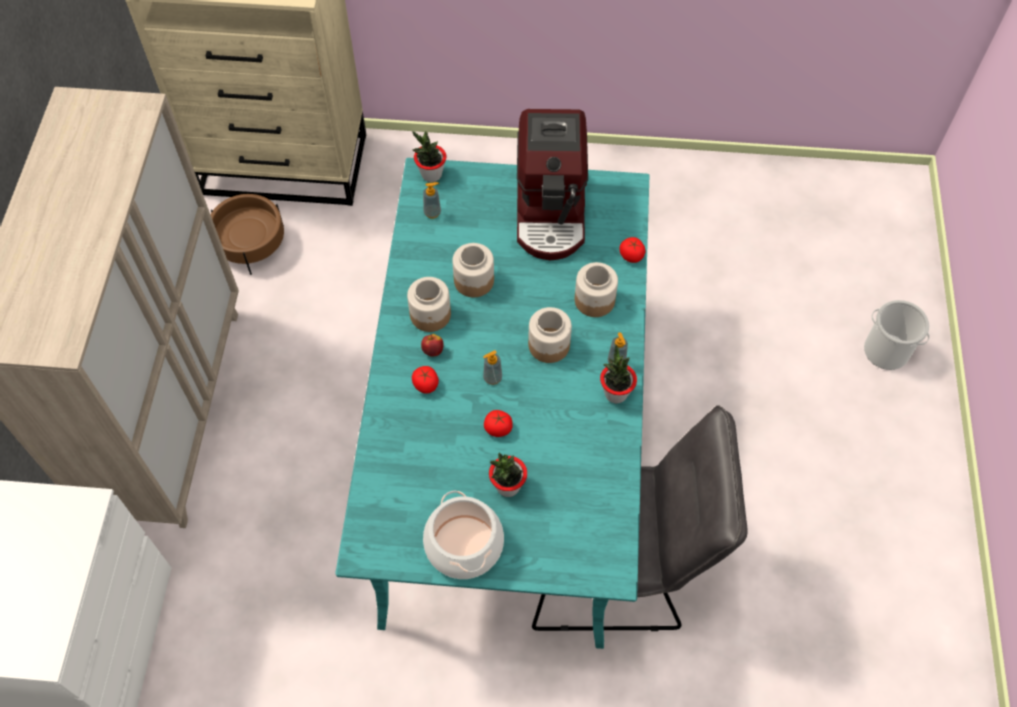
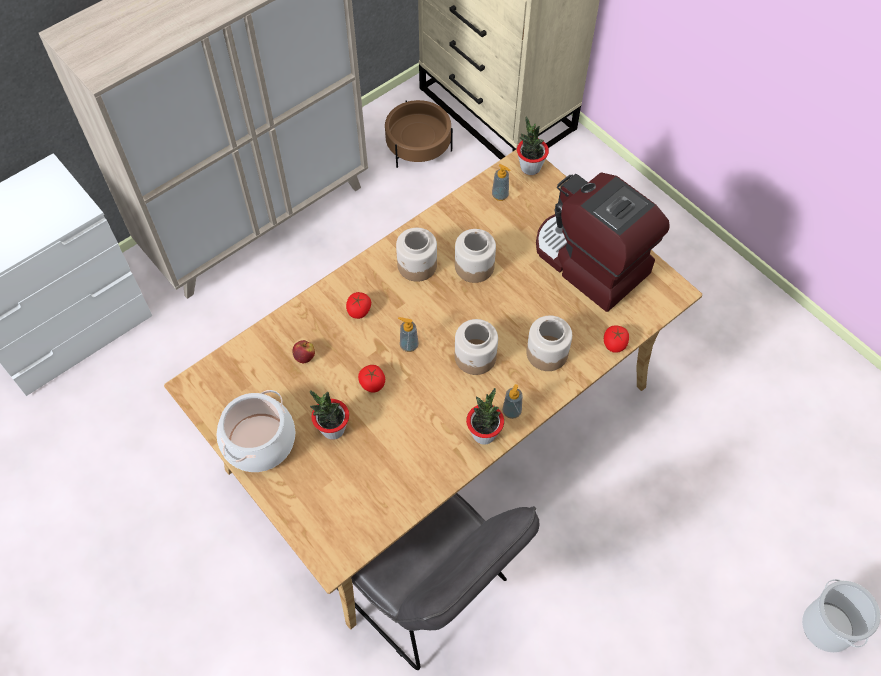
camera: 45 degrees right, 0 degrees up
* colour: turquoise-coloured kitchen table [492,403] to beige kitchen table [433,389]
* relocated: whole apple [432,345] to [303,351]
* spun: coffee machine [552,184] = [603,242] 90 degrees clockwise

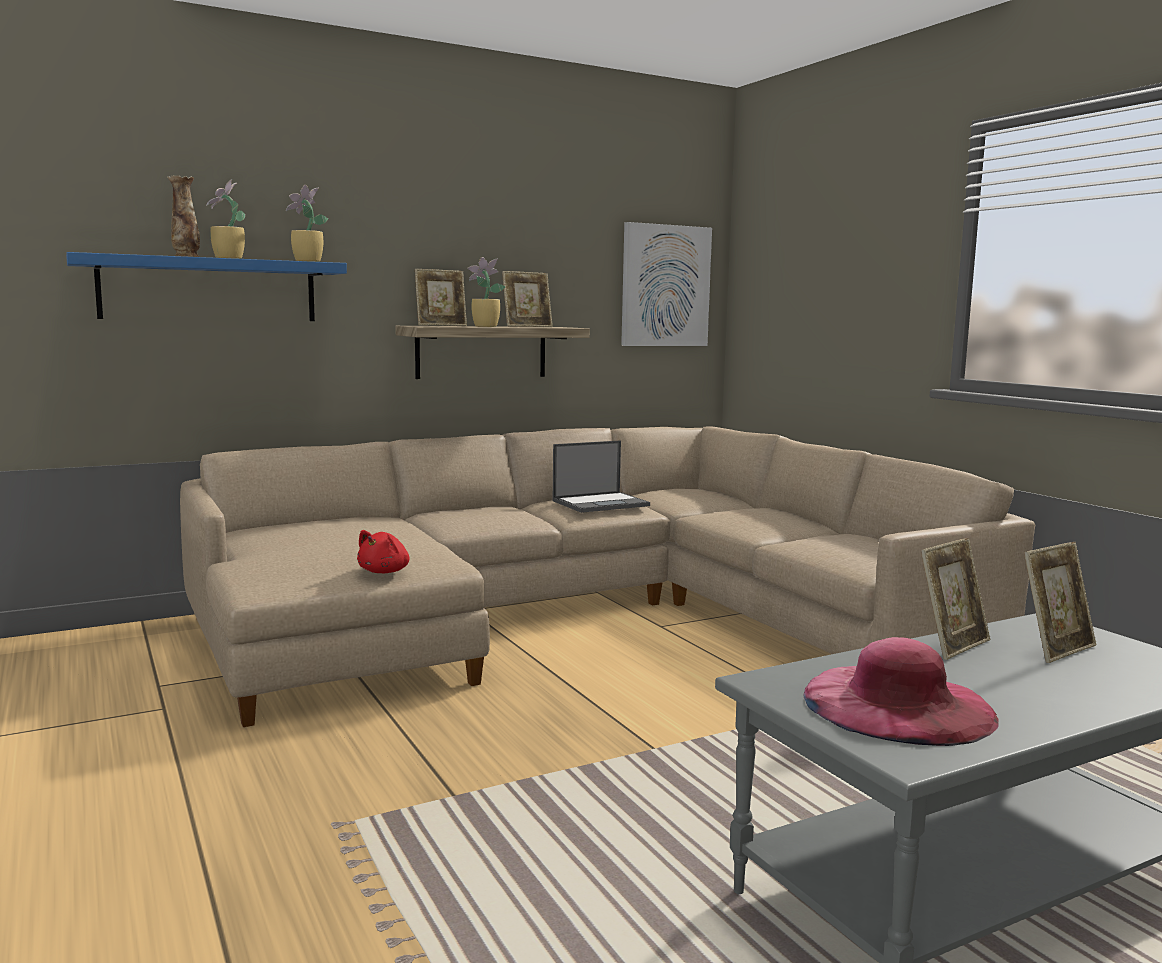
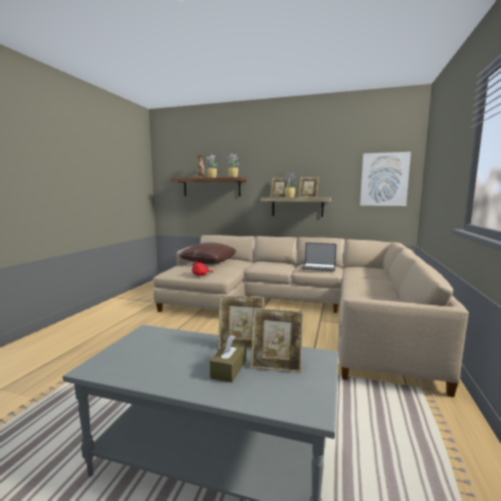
camera: 45 degrees right, 0 degrees up
* colour: blue-coloured shelf [206,286] to brownish shelf [209,186]
* missing: pinkish hat [901,691]
* appeared: brownish throw pillow [208,253]
* appeared: brownish tissue box [228,359]

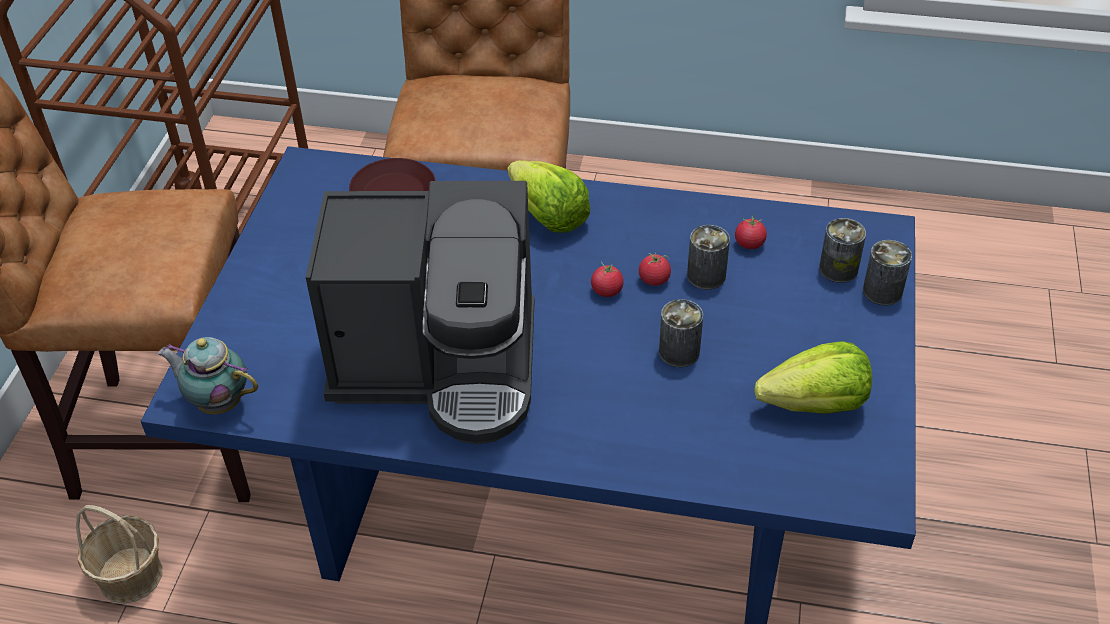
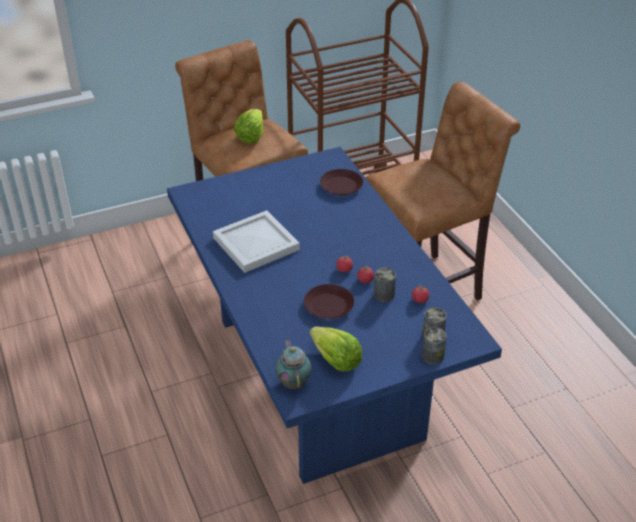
camera: 55 degrees right, 5 degrees down
* missing: basket [119,554]
* relocated: tea pot [208,376] to [293,364]
* exchanged: coffee machine [420,312] to white-coloured serving tray [256,241]
* relocated: lettuce [549,196] to [249,126]
* exchanged: metal can [681,333] to brownish plate [329,301]

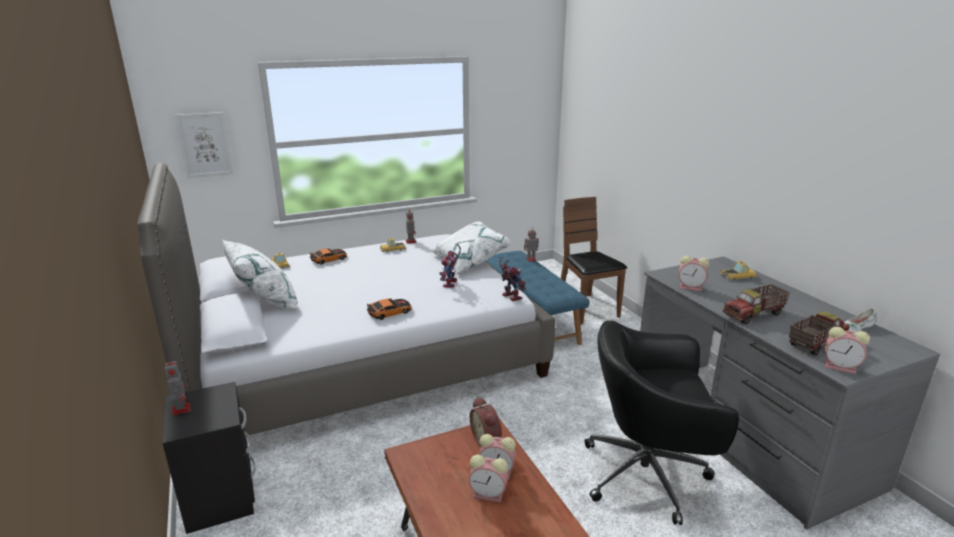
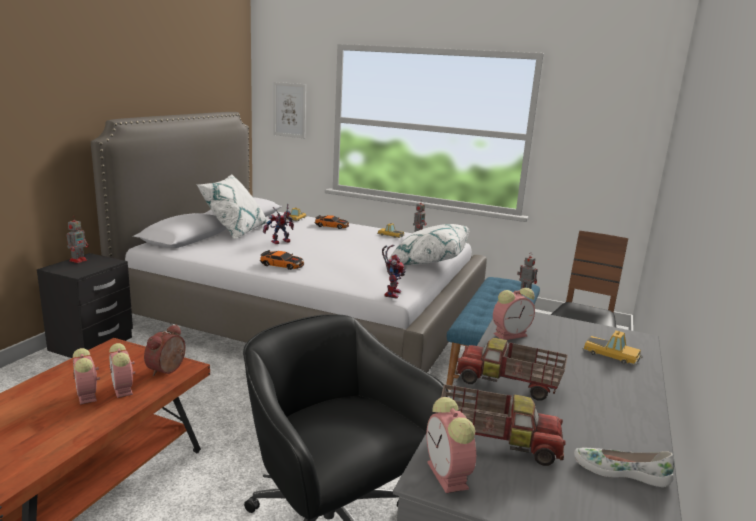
camera: 45 degrees right, 5 degrees down
* relocated: model robot [450,266] to [278,224]
* spun: alarm clock [694,273] = [514,314] 90 degrees counterclockwise

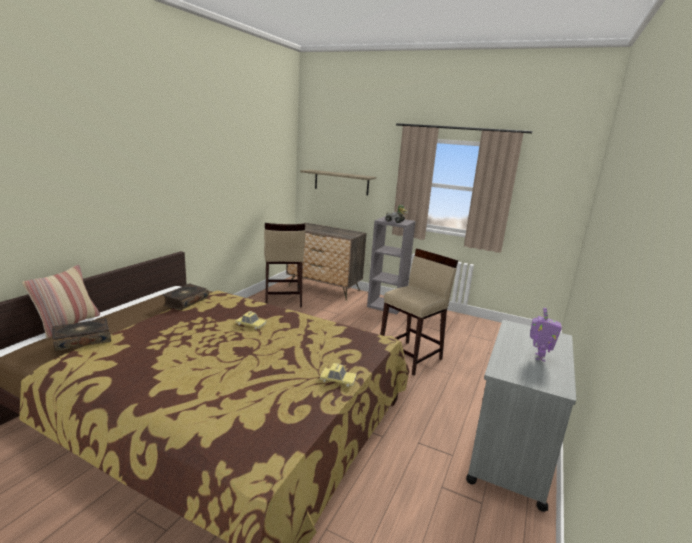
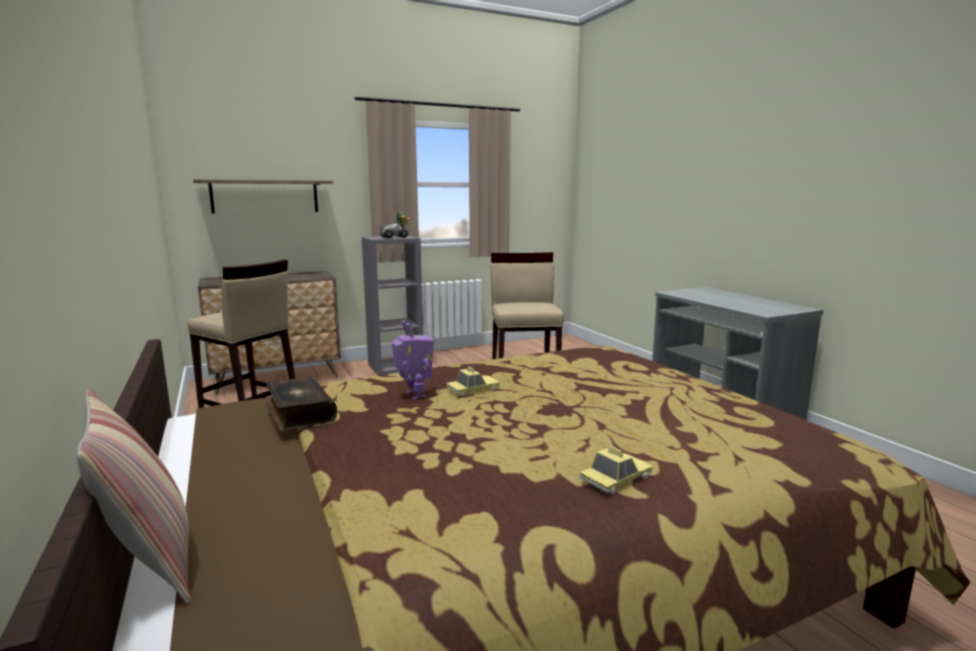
camera: 50 degrees left, 5 degrees down
* missing: book [81,334]
* relocated: model car [338,375] to [616,470]
* relocated: model robot [546,335] to [413,359]

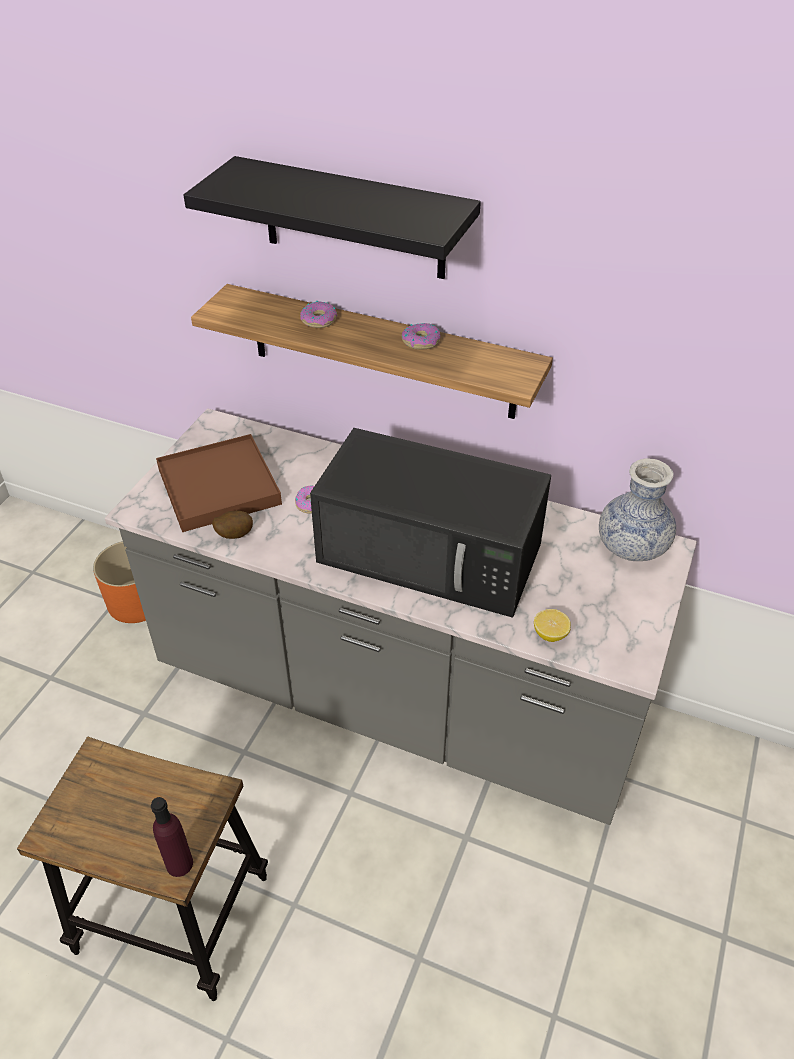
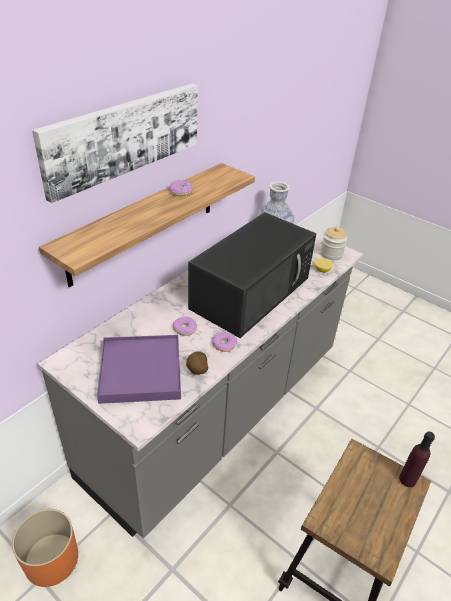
camera: 75 degrees left, 5 degrees down
* colour: brownish serving tray [219,483] to purple serving tray [139,369]
* exchanged: black shelf [332,217] to wall art [115,143]
* relocated: ring doughnut [318,314] to [224,342]
* appeared: preserve jar [333,243]

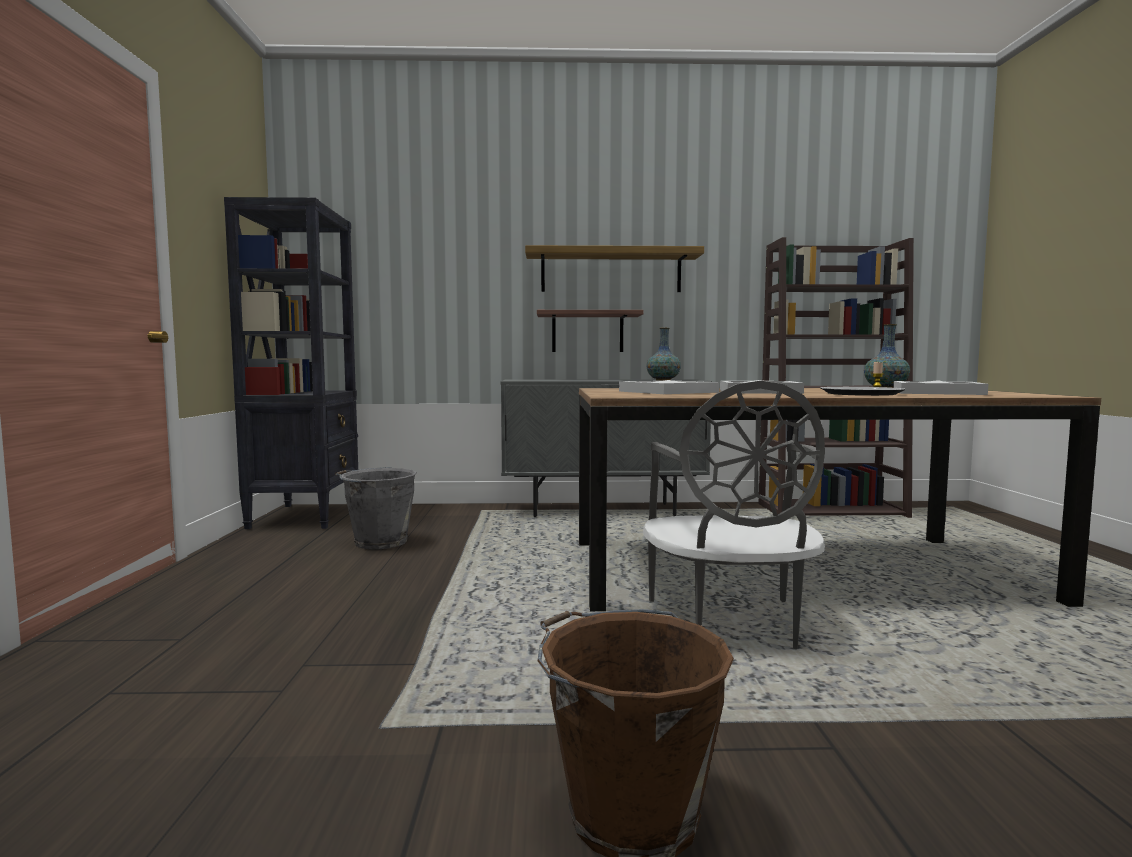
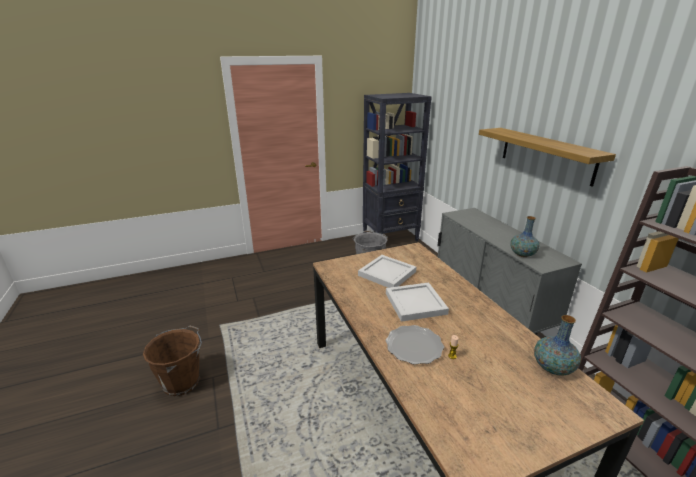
camera: 70 degrees right, 20 degrees up
* missing: shelf [590,331]
* missing: greyish chair [734,515]
* missing: white-coloured serving tray [940,387]

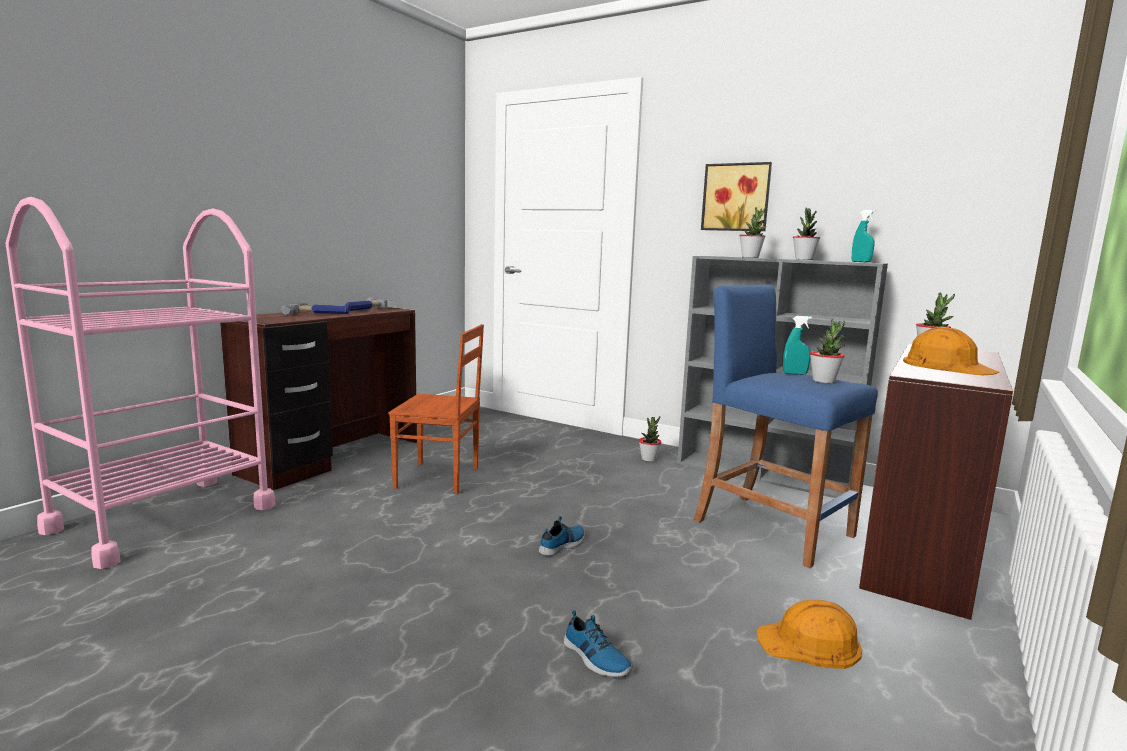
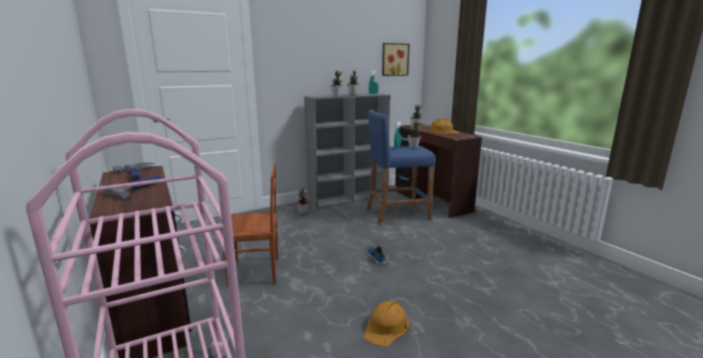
camera: 60 degrees left, 5 degrees up
* spun: brownish chair [436,409] = [250,225] 45 degrees clockwise
* missing: item of footwear [598,643]
* relocated: wall art [736,196] to [396,59]
* relocated: orange hard hat [809,634] to [386,324]

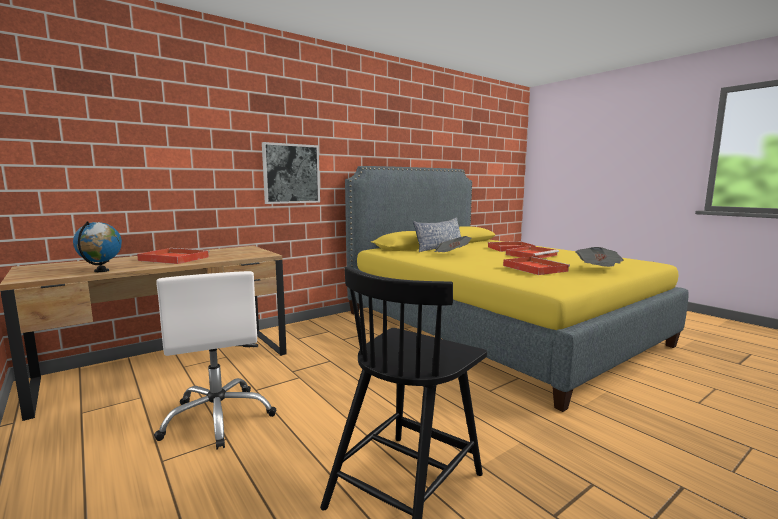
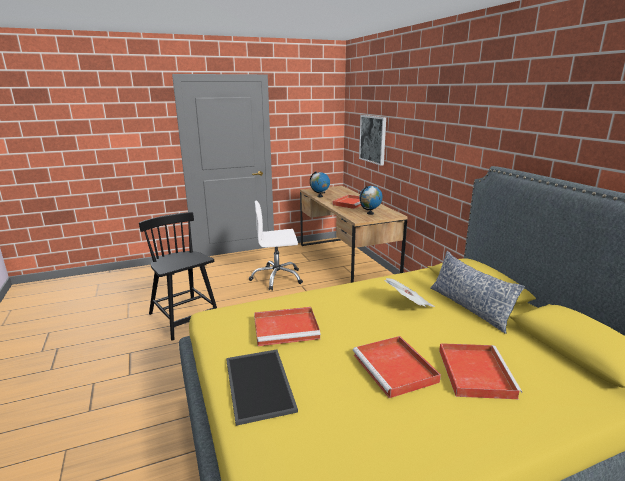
camera: 105 degrees right, 10 degrees up
* relocated: wall art [291,173] to [372,140]
* exchanged: printed paper [599,257] to serving tray [262,387]
* appeared: globe [371,200]

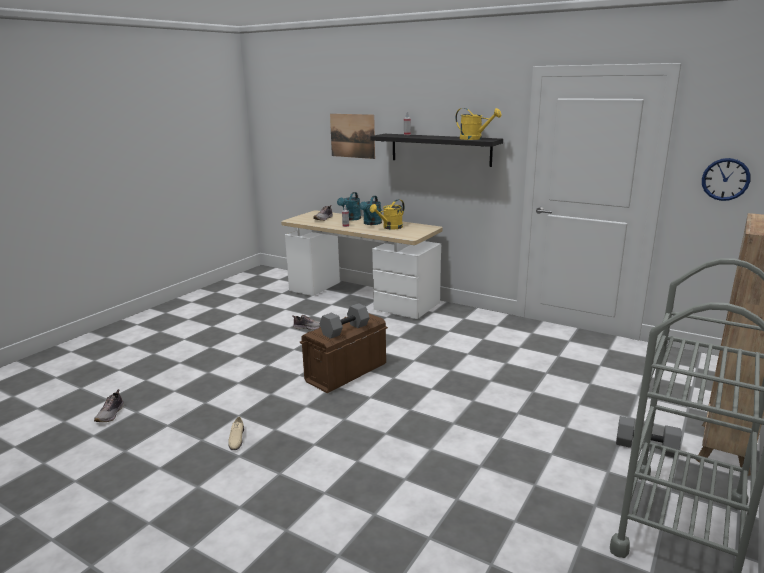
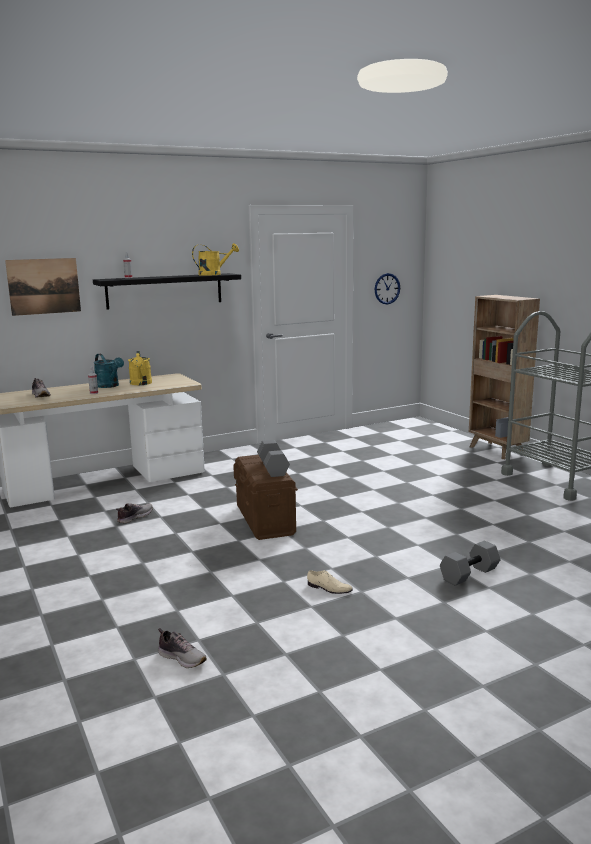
camera: 60 degrees left, 5 degrees down
* missing: turquoise-coloured watering pot [349,206]
* relocated: greyish free weight [648,436] to [470,563]

